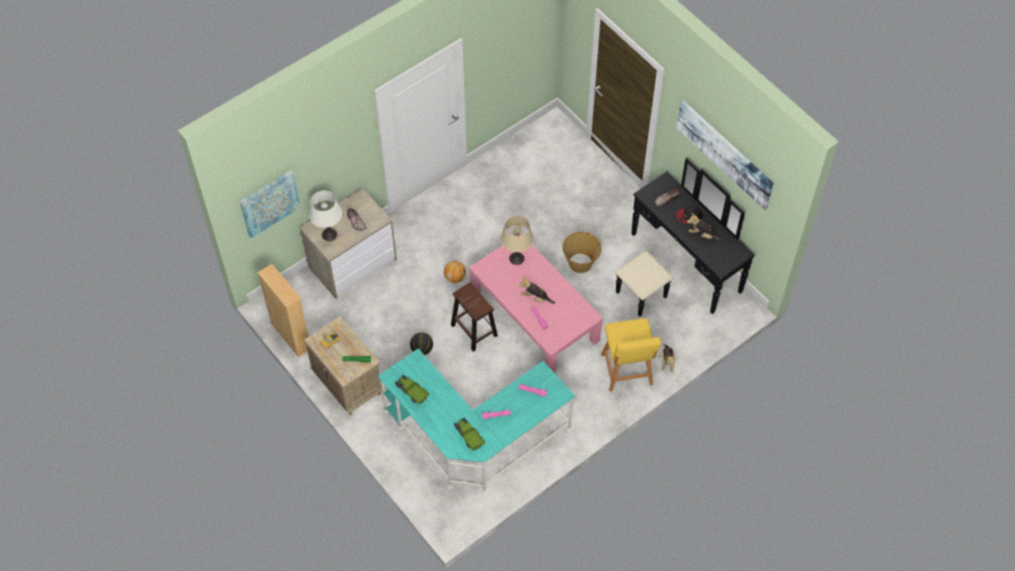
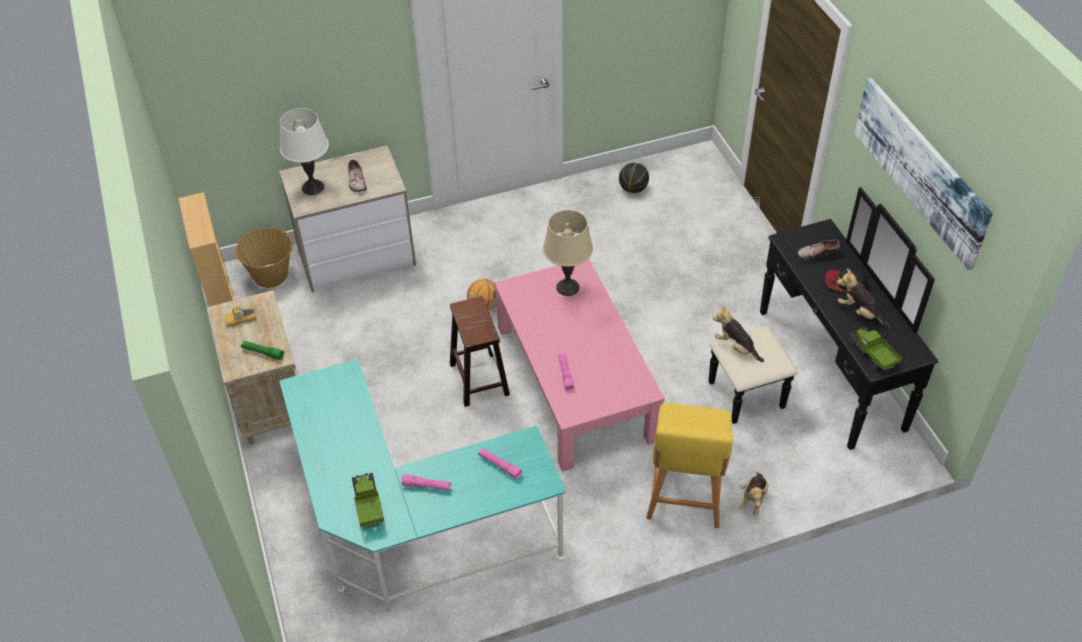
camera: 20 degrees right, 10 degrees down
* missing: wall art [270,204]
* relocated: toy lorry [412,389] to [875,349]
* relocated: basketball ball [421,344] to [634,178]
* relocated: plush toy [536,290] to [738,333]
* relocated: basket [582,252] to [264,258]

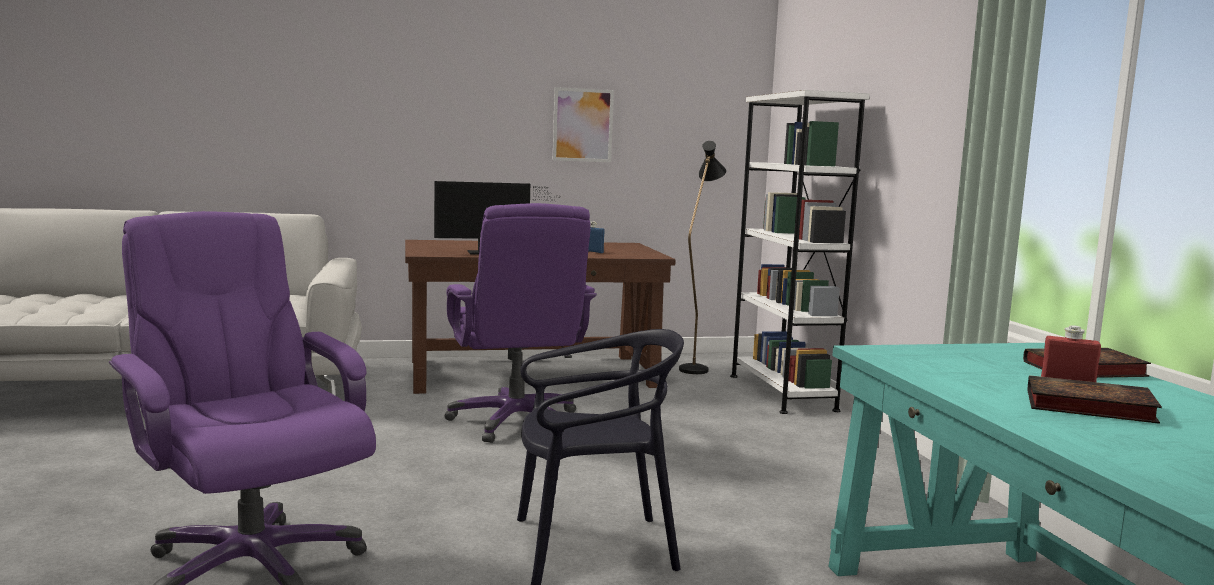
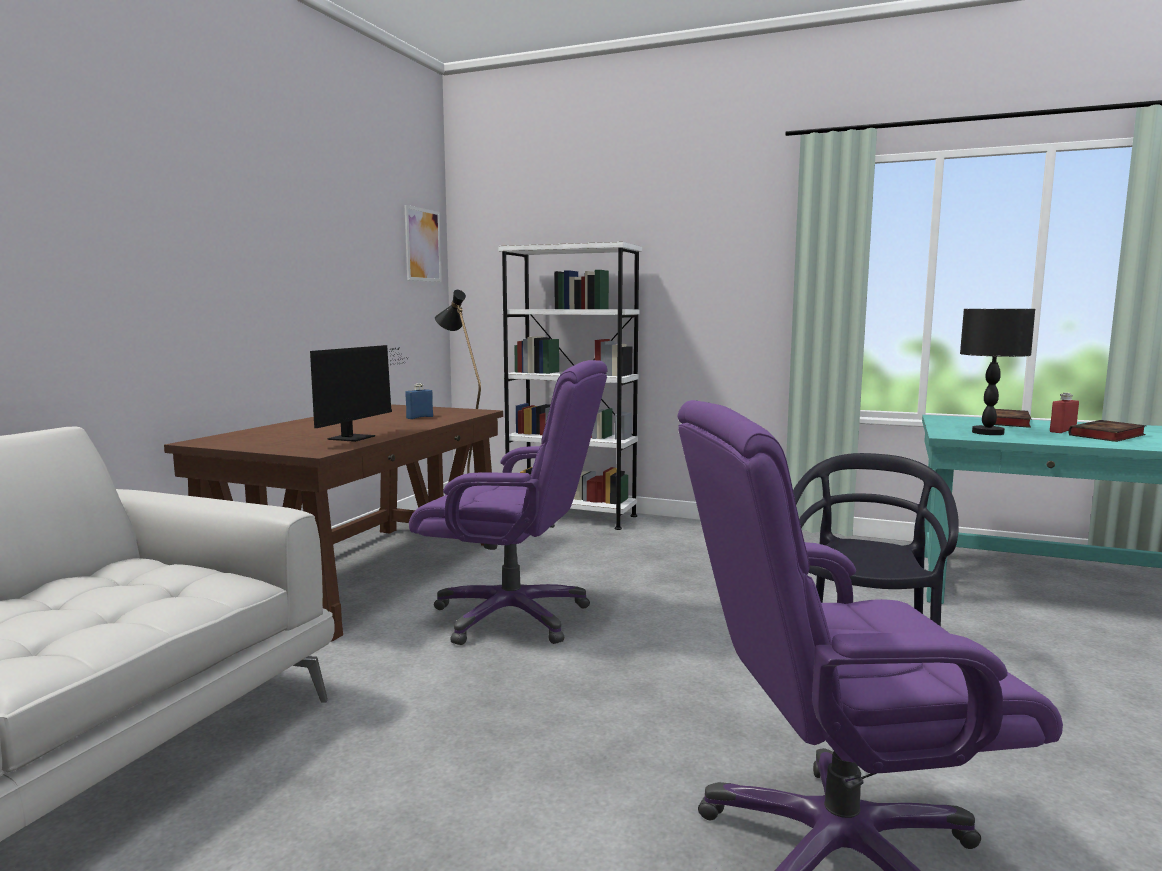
camera: 55 degrees left, 0 degrees up
* relocated: wall art [583,124] to [423,243]
* appeared: black tabletop lamp [997,372]

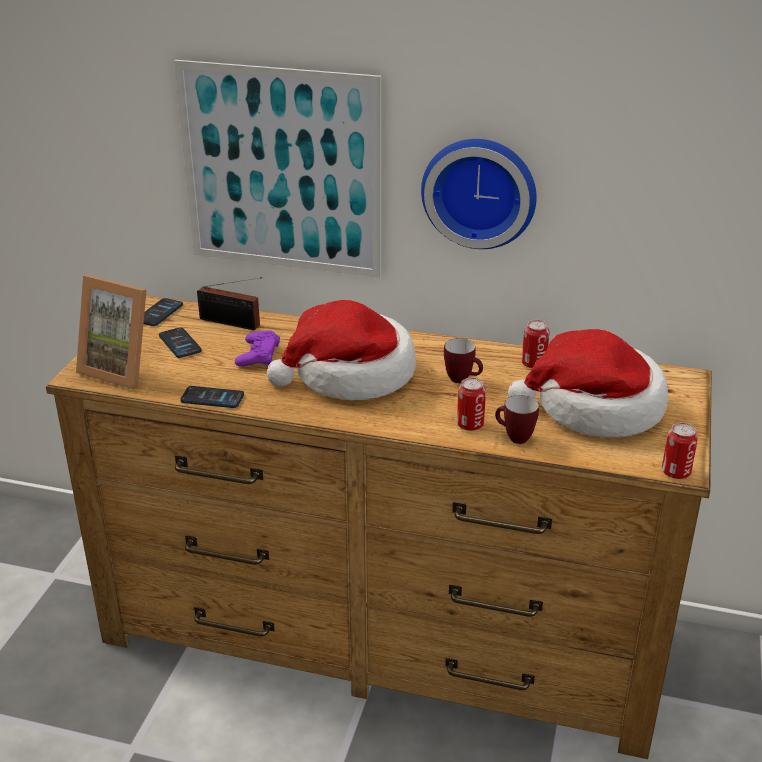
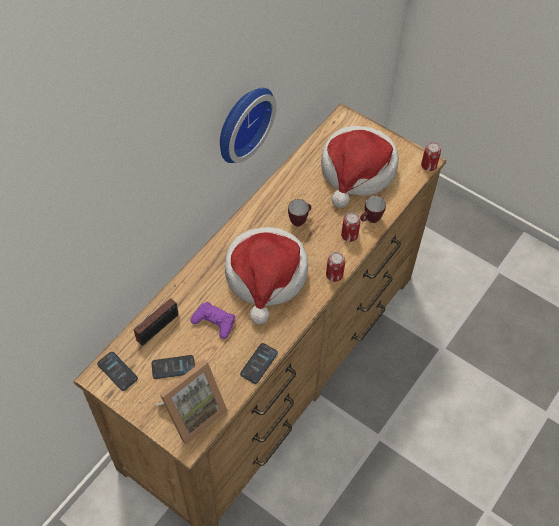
camera: 70 degrees left, 25 degrees up
* missing: wall art [277,169]
* relocated: metal can [535,344] to [335,267]

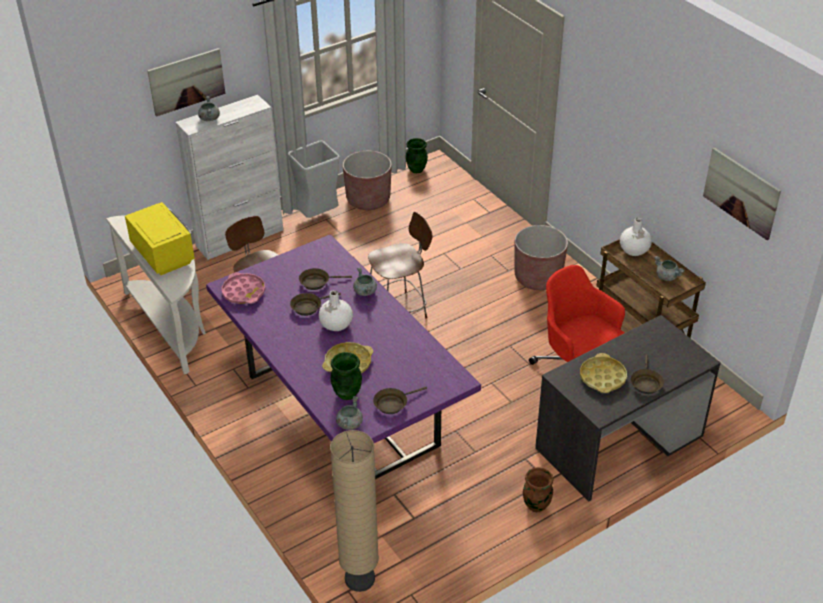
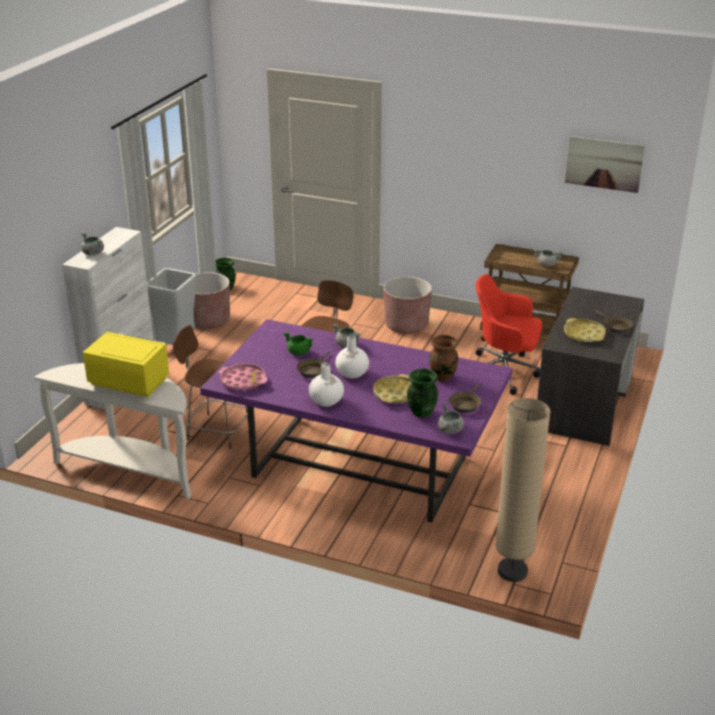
camera: 35 degrees left, 10 degrees down
* missing: wall art [186,82]
* exchanged: brownish pan [325,279] to greenish stockpot [299,344]
* relocated: brownish flower vase [538,489] to [443,358]
* relocated: white-coloured flower vase [636,237] to [326,385]

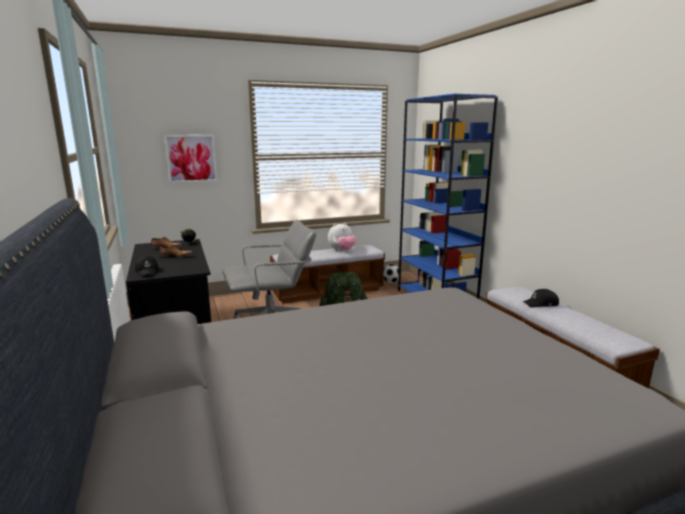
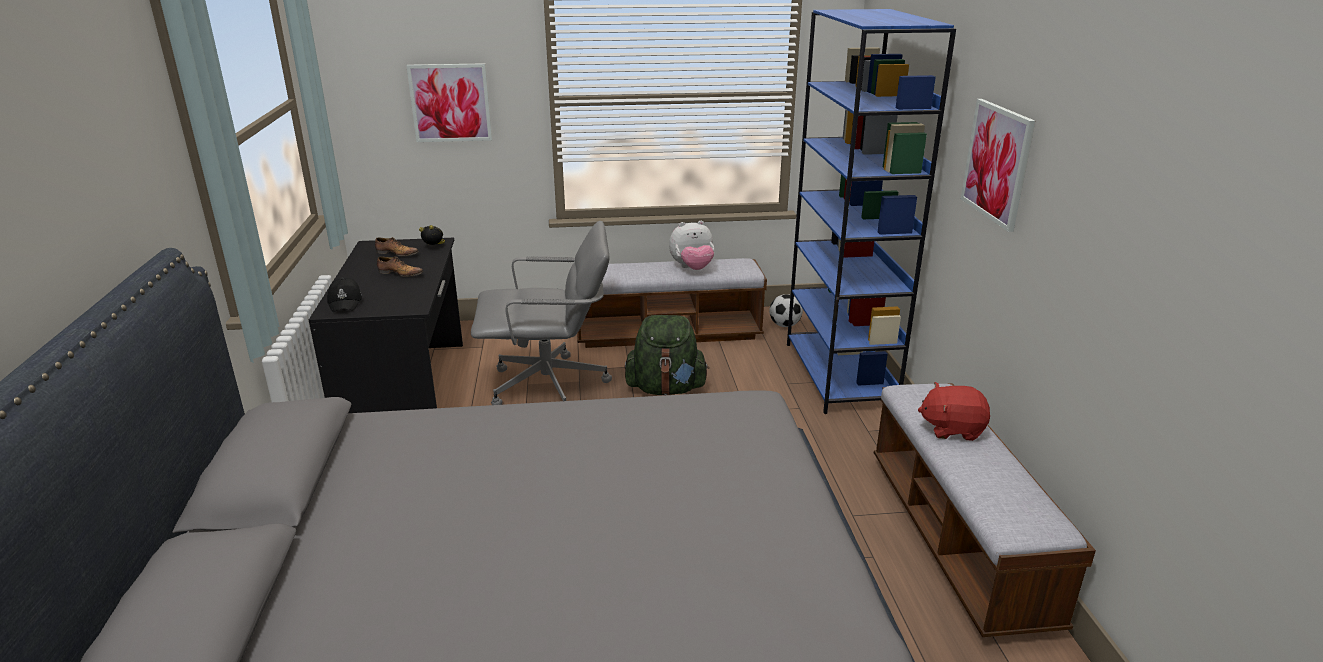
camera: 15 degrees right, 10 degrees up
* exchanged: black cap [541,298] to red-coloured plush toy [954,411]
* appeared: wall art [998,165]

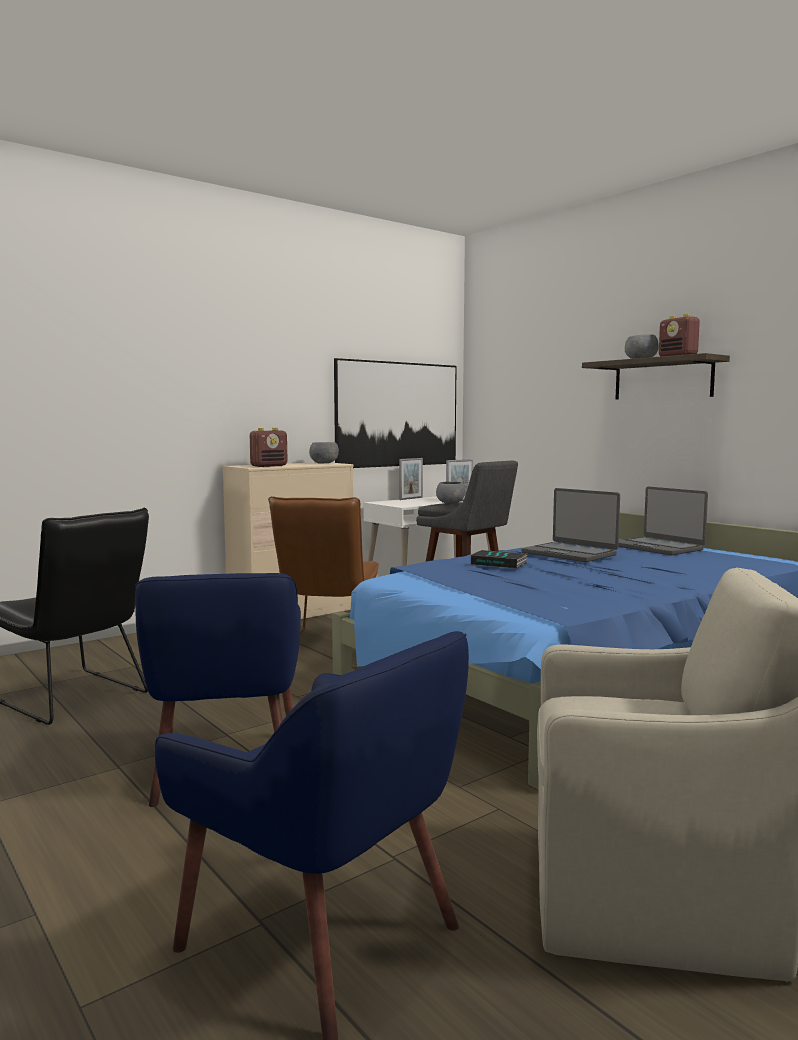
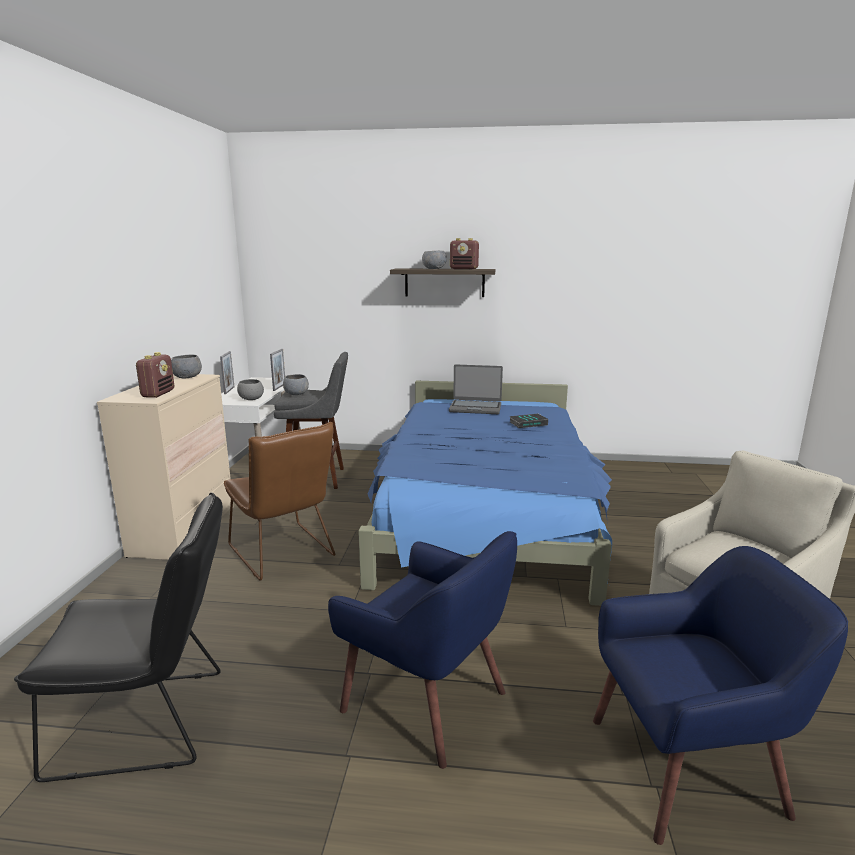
camera: 45 degrees left, 10 degrees up
* missing: wall art [395,413]
* relocated: book [499,559] to [528,421]
* missing: laptop [570,525]
* appeared: greyish bowl [250,389]

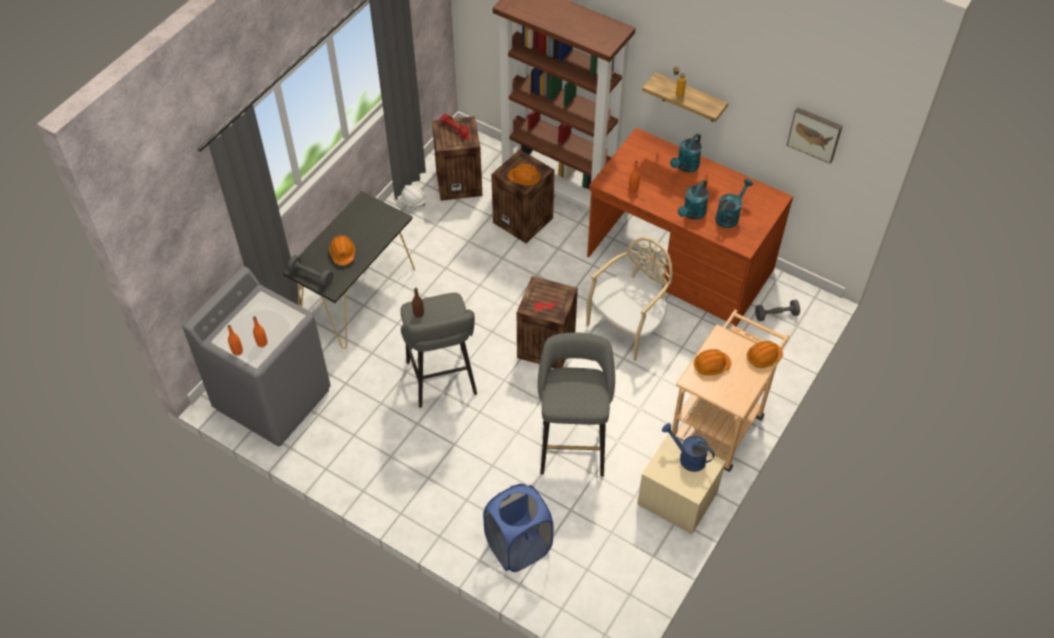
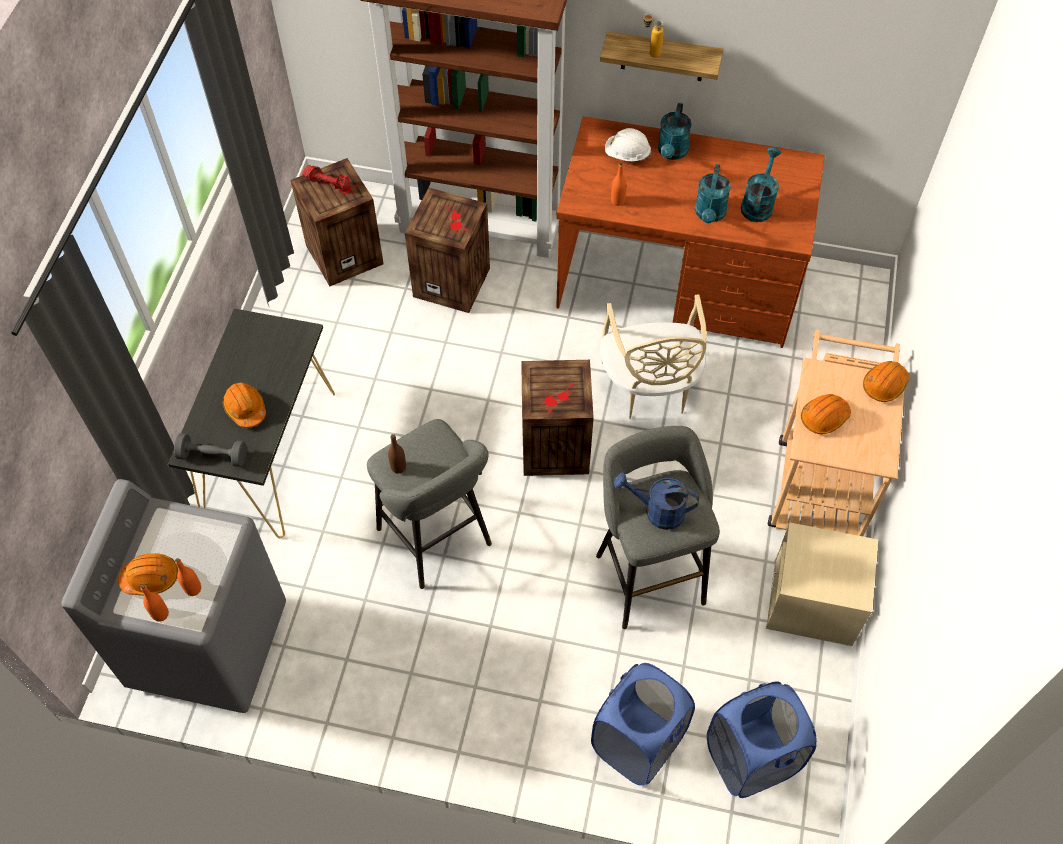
camera: 20 degrees left, 5 degrees up
* relocated: white-coloured hard hat [411,196] to [628,144]
* relocated: orange hard hat [524,174] to [148,574]
* spun: beige chair [629,299] = [653,356] 150 degrees clockwise
* relocated: blue-coloured watering pot [688,447] to [656,501]
* missing: greyish free weight [777,310]
* missing: wall art [814,135]
* appeared: blue-coloured hamper [762,739]

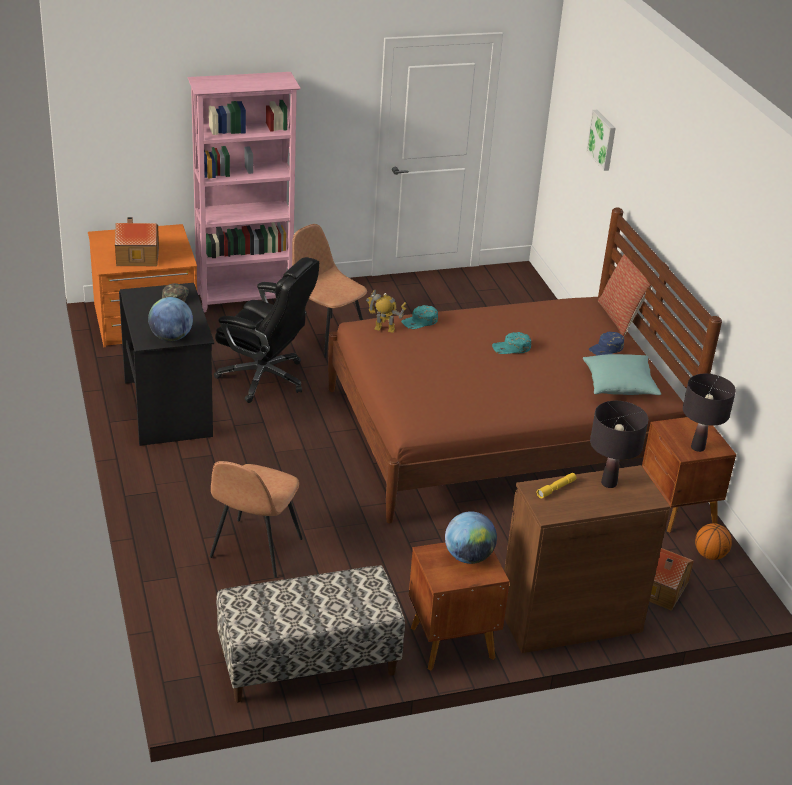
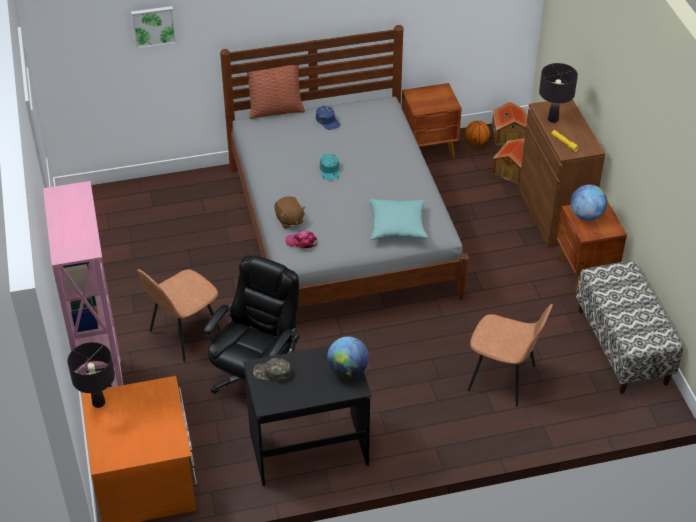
camera: 85 degrees left, 10 degrees up
* relocated: model house [137,241] to [510,123]
* colour: brownish bed [525,365] to greyish bed [344,166]
* exchanged: model robot [386,311] to pinkish cap [301,239]
* exchanged: turquoise-coloured cap [419,317] to brownish plush toy [290,212]
* relocated: turquoise-coloured throw pillow [622,374] to [398,219]
* relocated: black tabletop lamp [709,413] to [91,375]

